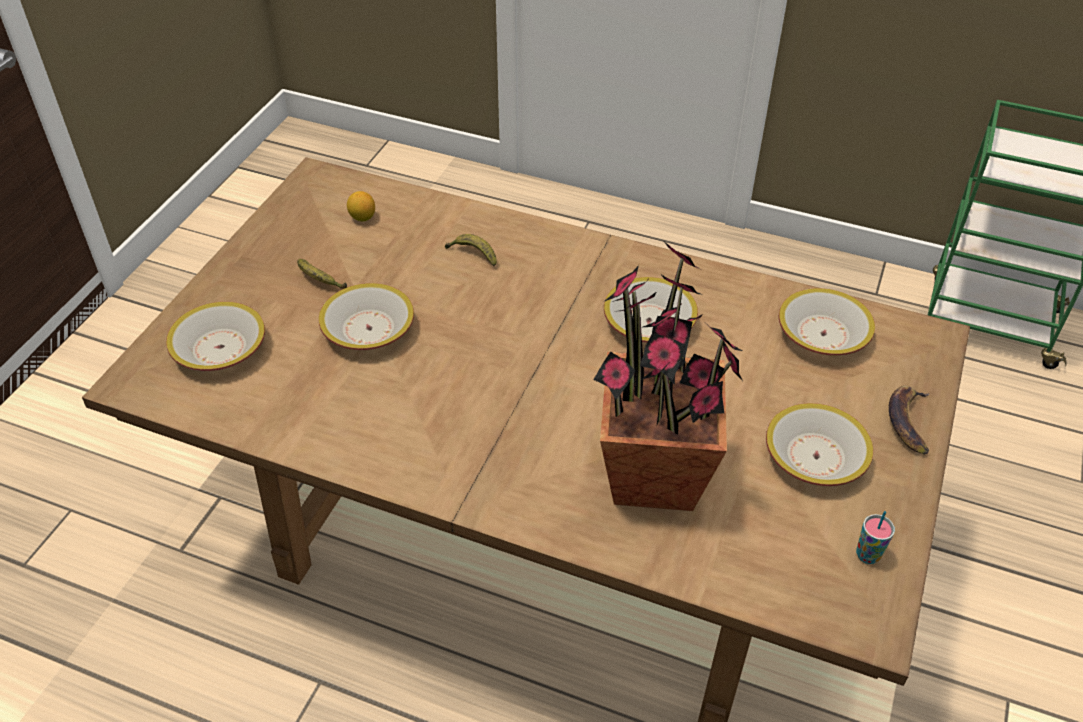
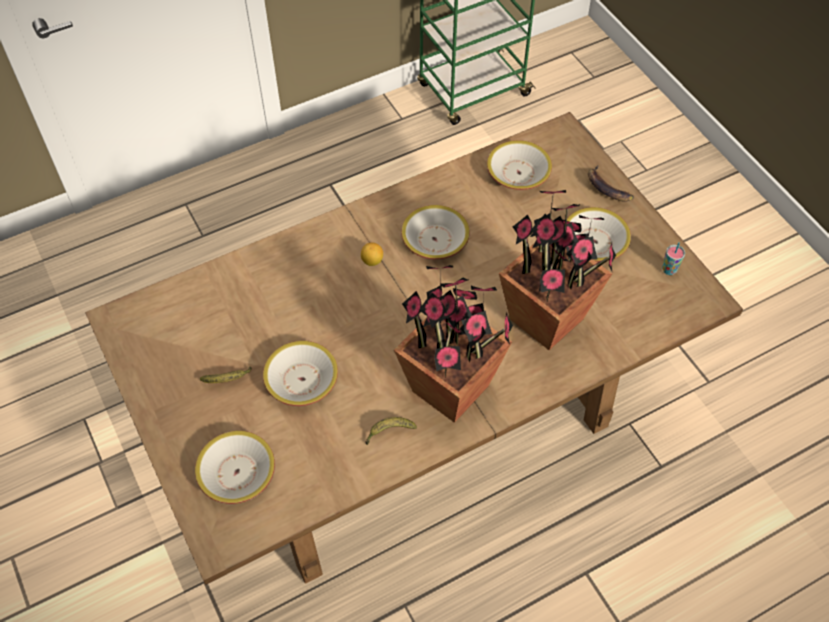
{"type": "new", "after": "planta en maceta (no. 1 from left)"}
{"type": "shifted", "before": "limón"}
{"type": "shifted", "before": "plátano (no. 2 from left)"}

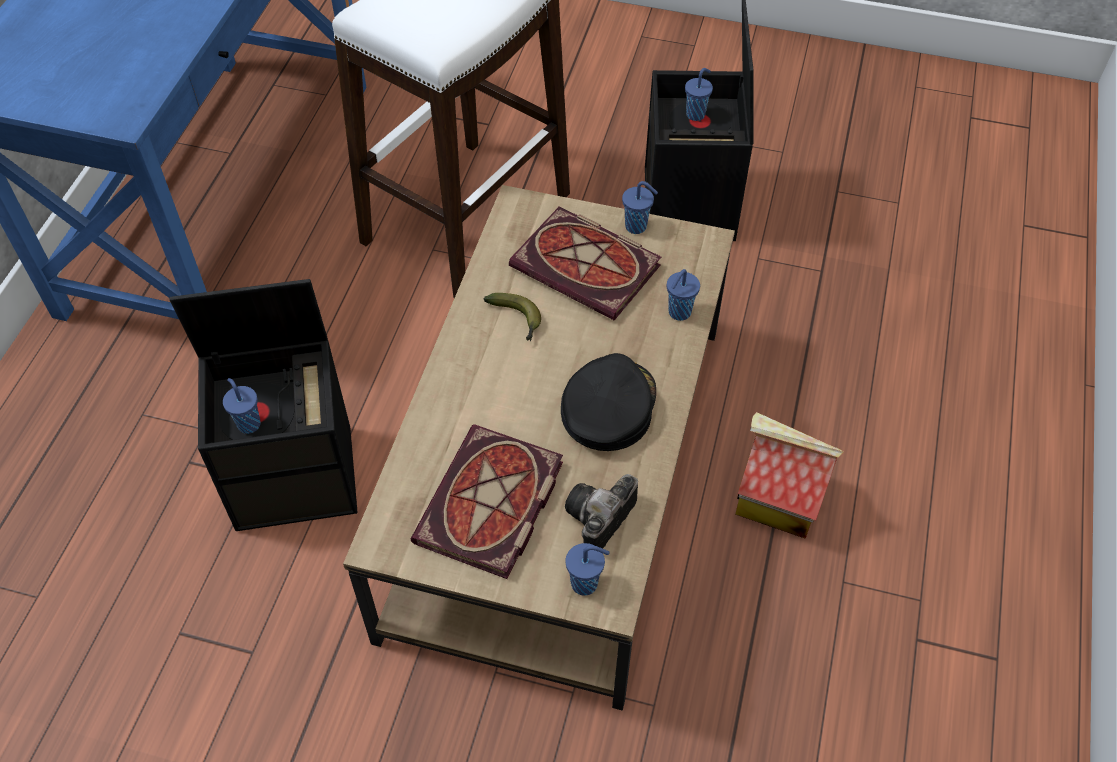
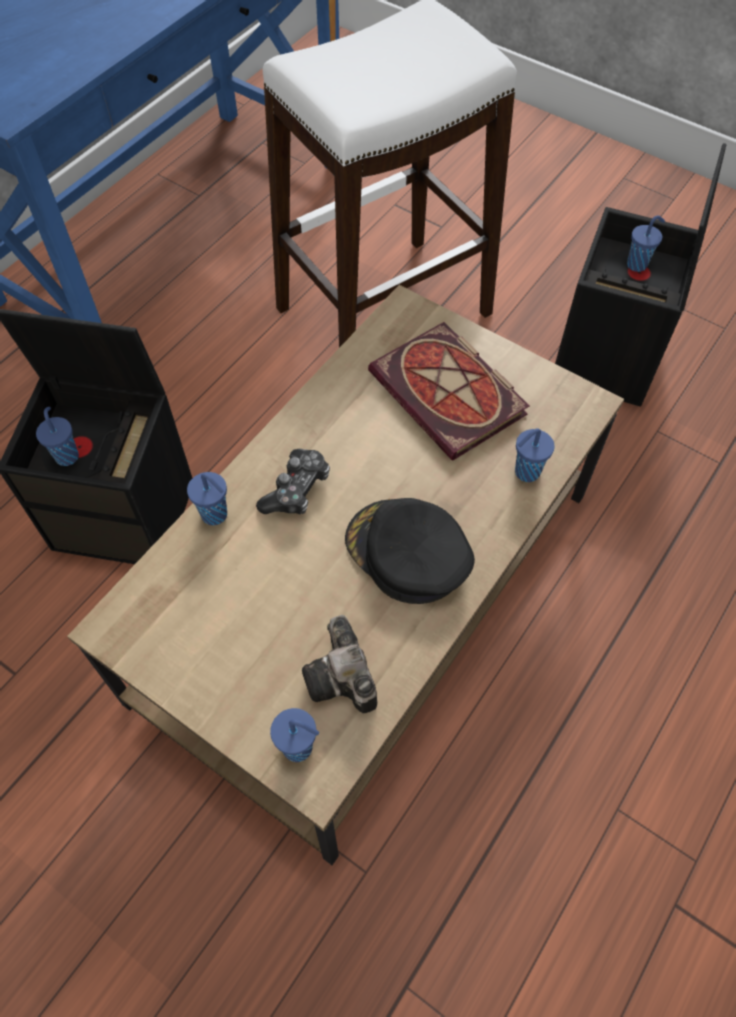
{"type": "gone", "before": "libro (no. 1 from left)"}
{"type": "gone", "before": "plátano"}
{"type": "gone", "before": "casita"}
{"type": "new", "after": "mando de consola"}
{"type": "shifted", "before": "taza [azul] (no. 3 from left in the first image)", "after": "taza [azul] (no. 2 from left)"}
{"type": "rotated", "before": "gorra [negro]", "turn": -90}
{"type": "rotated", "before": "cámara", "turn": -75}

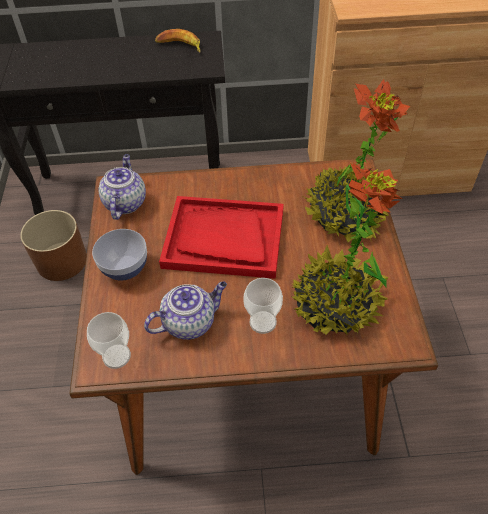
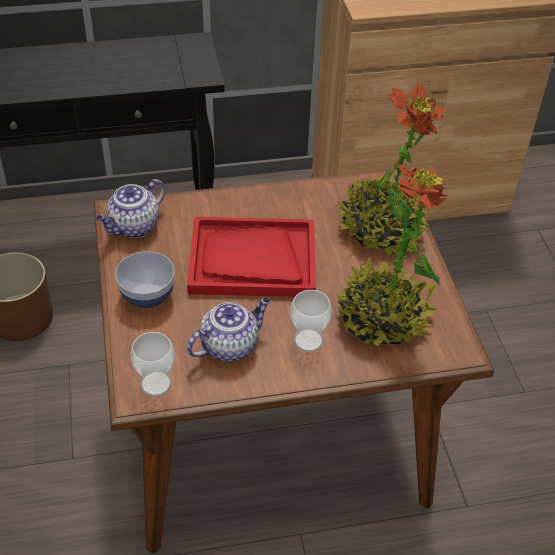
{"type": "gone", "before": "plátano"}
{"type": "rotated", "before": "tetera (no. 1 from left)", "turn": -135}

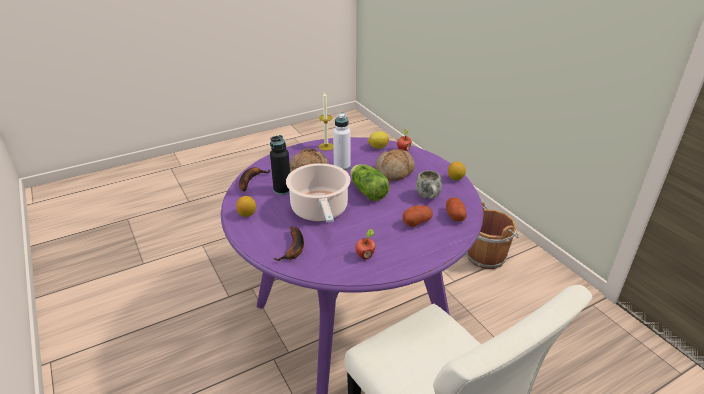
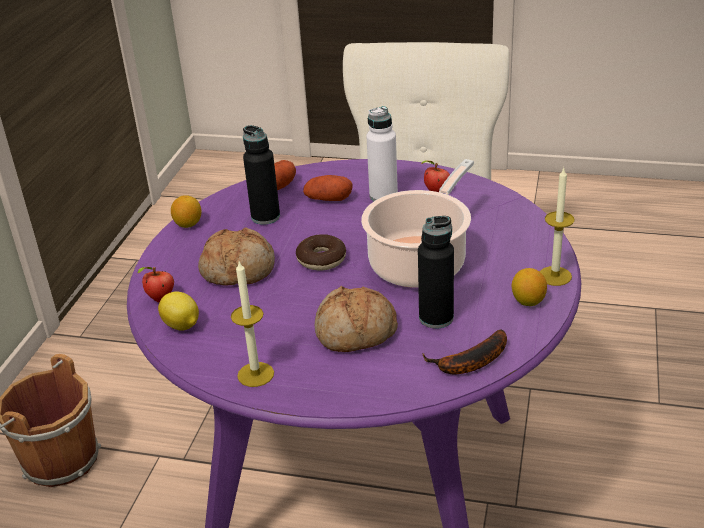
{"type": "gone", "before": "plátano (no. 2 from left)"}
{"type": "new", "after": "vela (no. 2 from left)"}
{"type": "shifted", "before": "botella [blanco]"}
{"type": "swapped", "before": "lechuga", "after": "rosquilla"}
{"type": "swapped", "before": "taza grande [blanco]", "after": "botella [negro] (no. 1 from left)"}

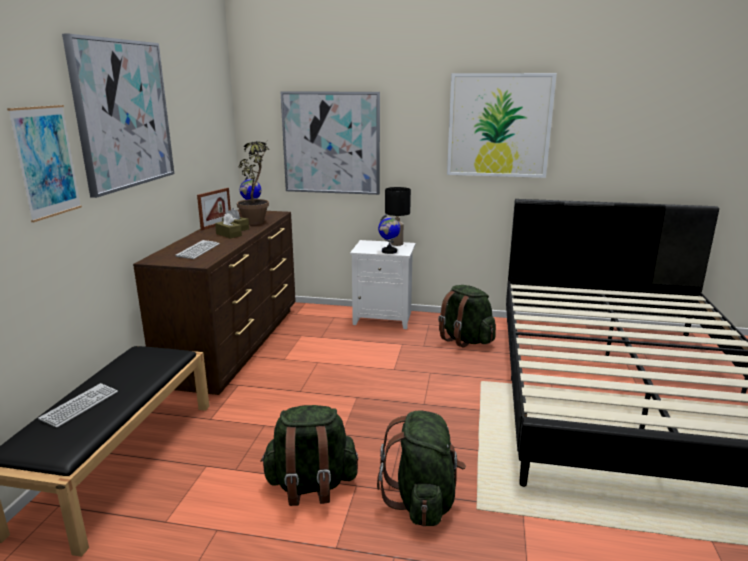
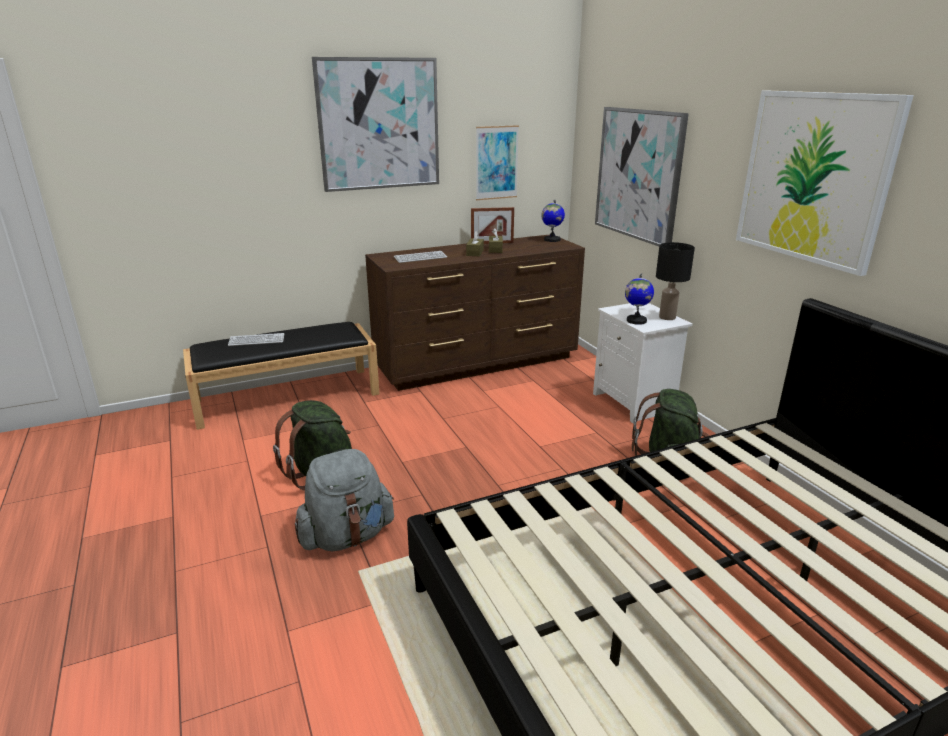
{"type": "gone", "before": "planta en maceta"}
{"type": "shifted", "before": "cuadro (no. 1 from left in the first image)", "after": "cuadro (no. 2 from left)"}
{"type": "repainted", "before": "mochila [verde] (no. 2 from left)", "after": "mochila [gris]"}

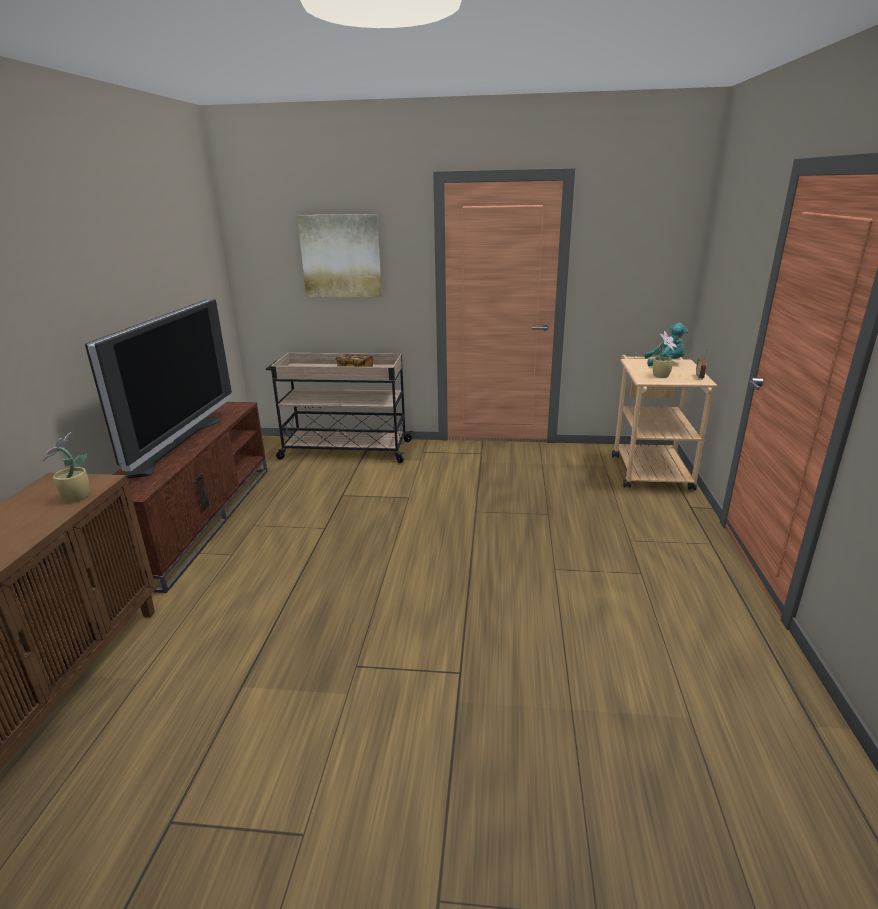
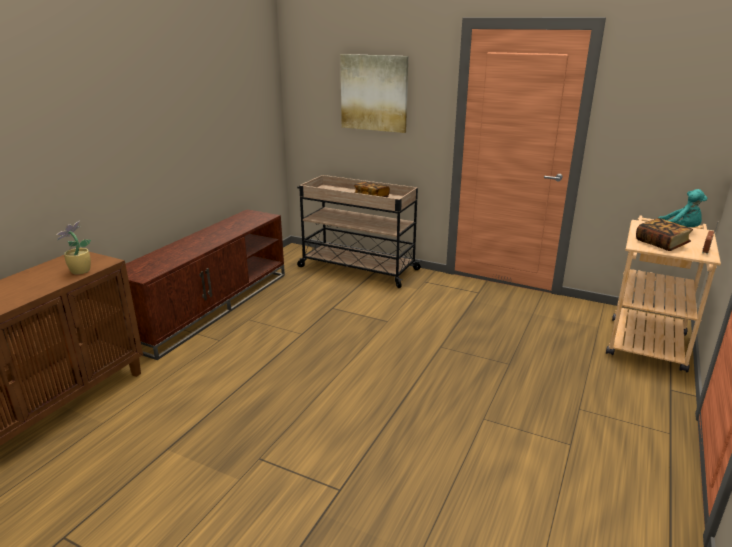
{"type": "gone", "before": "televisor"}
{"type": "swapped", "before": "planta en maceta (no. 2 from left)", "after": "libro (no. 2 from left)"}

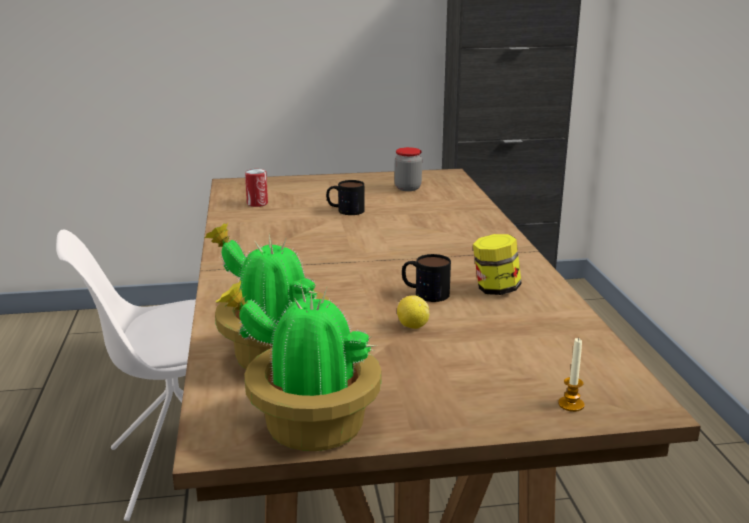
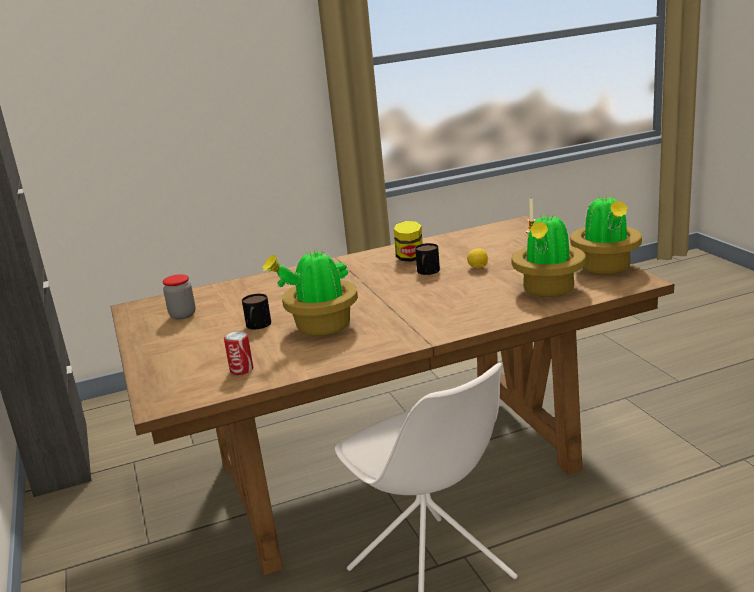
{"type": "new", "after": "planta en maceta (no. 1 from left)"}

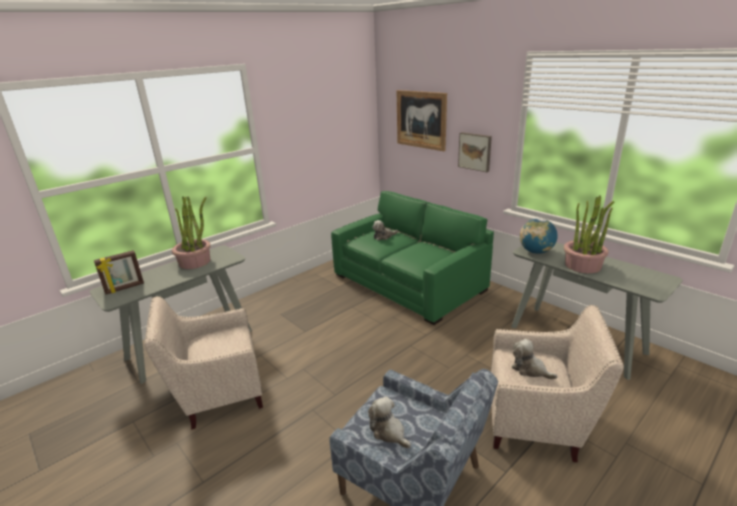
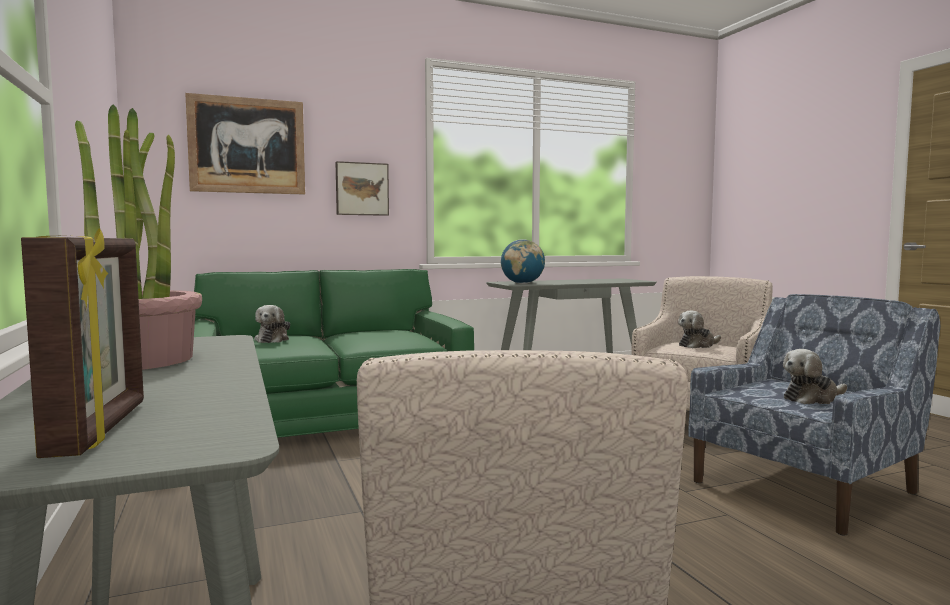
{"type": "gone", "before": "planta en maceta (no. 2 from left)"}

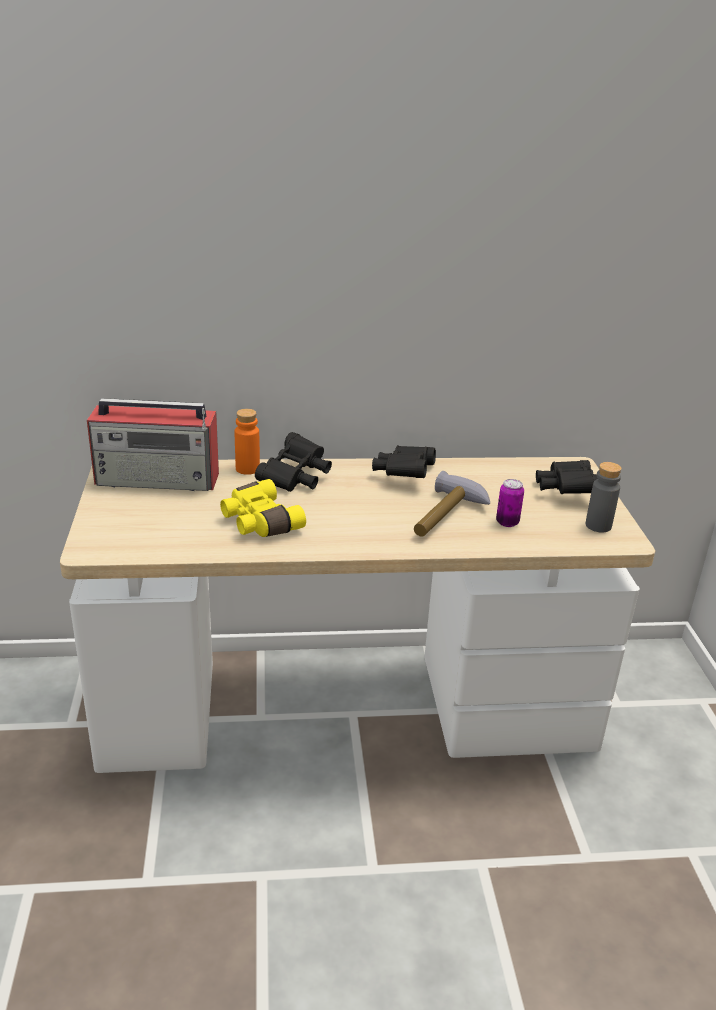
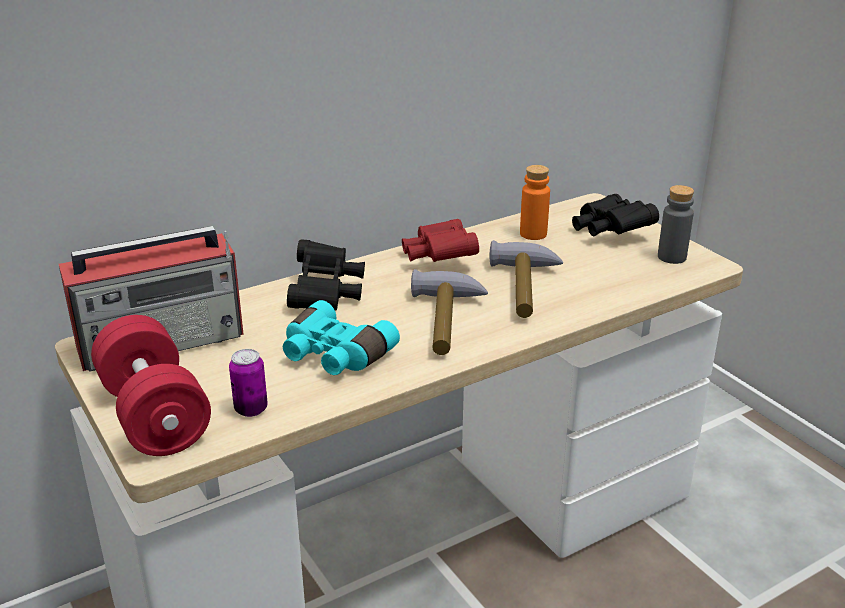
{"type": "new", "after": "mancuerna [rojo]"}
{"type": "new", "after": "martillo (no. 1 from left)"}
{"type": "shifted", "before": "botella [naranja]"}
{"type": "shifted", "before": "lata"}
{"type": "repainted", "before": "prismáticos [amarillo]", "after": "prismáticos [turquesa]"}
{"type": "repainted", "before": "prismáticos [negro] (no. 2 from left)", "after": "prismáticos [rojo]"}

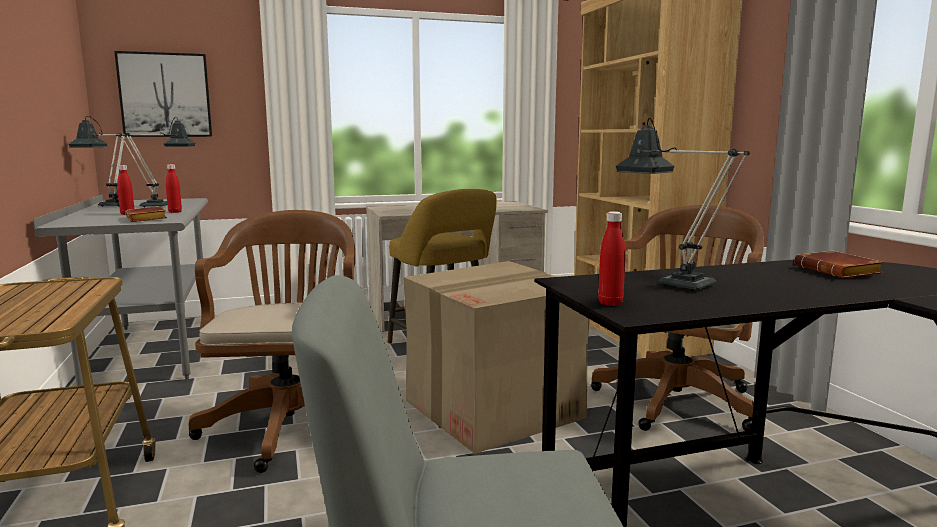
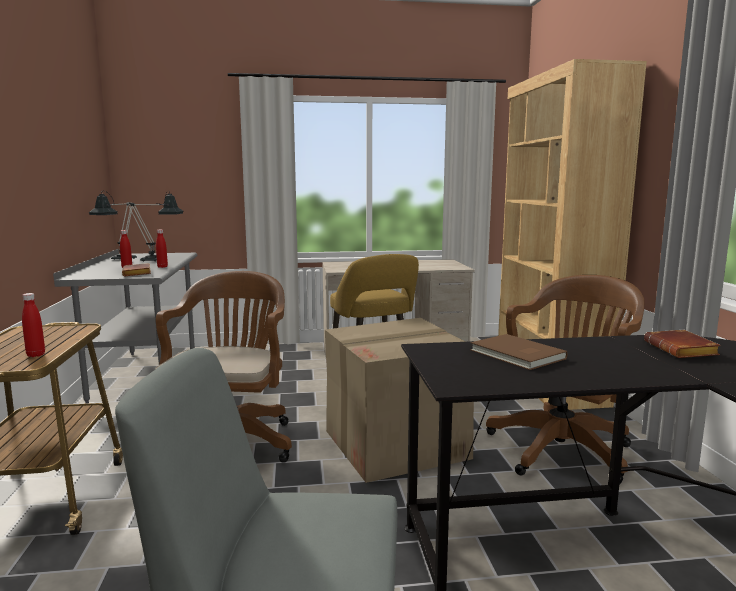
{"type": "gone", "before": "cuadro"}
{"type": "shifted", "before": "botella [rojo] (no. 3 from left in the first image)", "after": "botella [rojo] (no. 1 from left)"}
{"type": "swapped", "before": "lámpara de mesa (no. 3 from left)", "after": "libro [marrón] (no. 2 from left)"}

